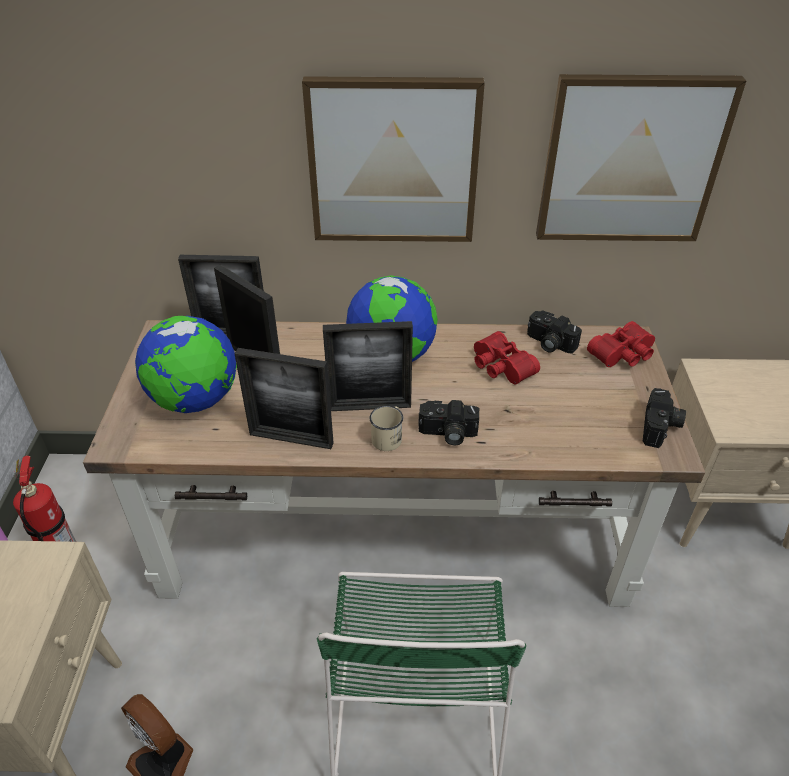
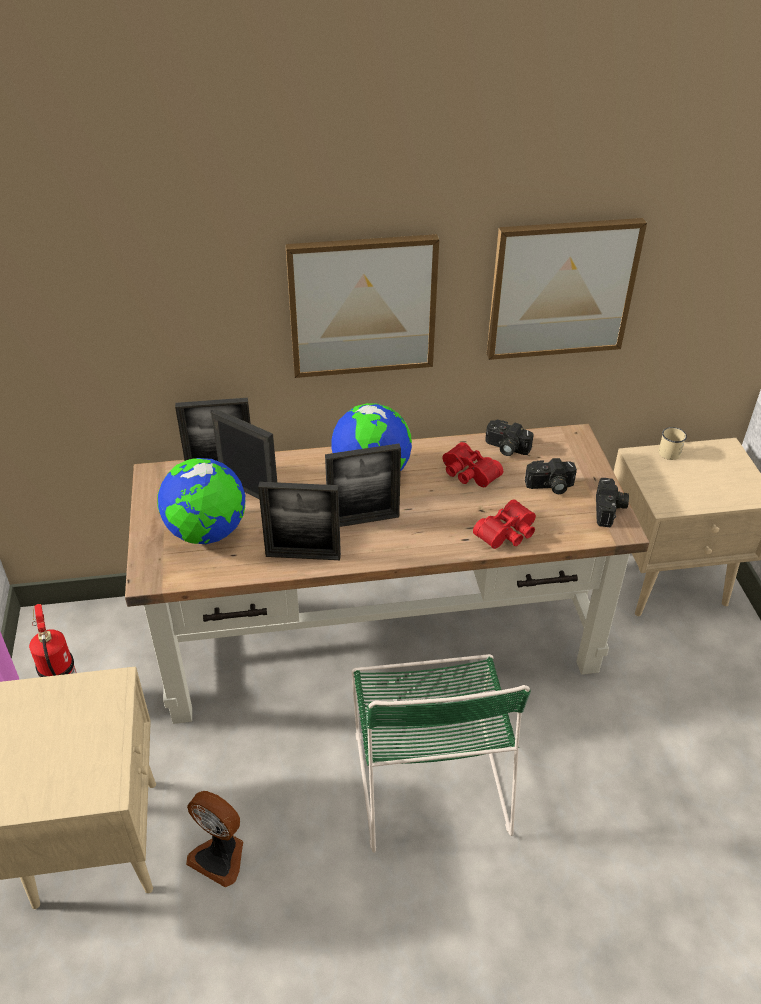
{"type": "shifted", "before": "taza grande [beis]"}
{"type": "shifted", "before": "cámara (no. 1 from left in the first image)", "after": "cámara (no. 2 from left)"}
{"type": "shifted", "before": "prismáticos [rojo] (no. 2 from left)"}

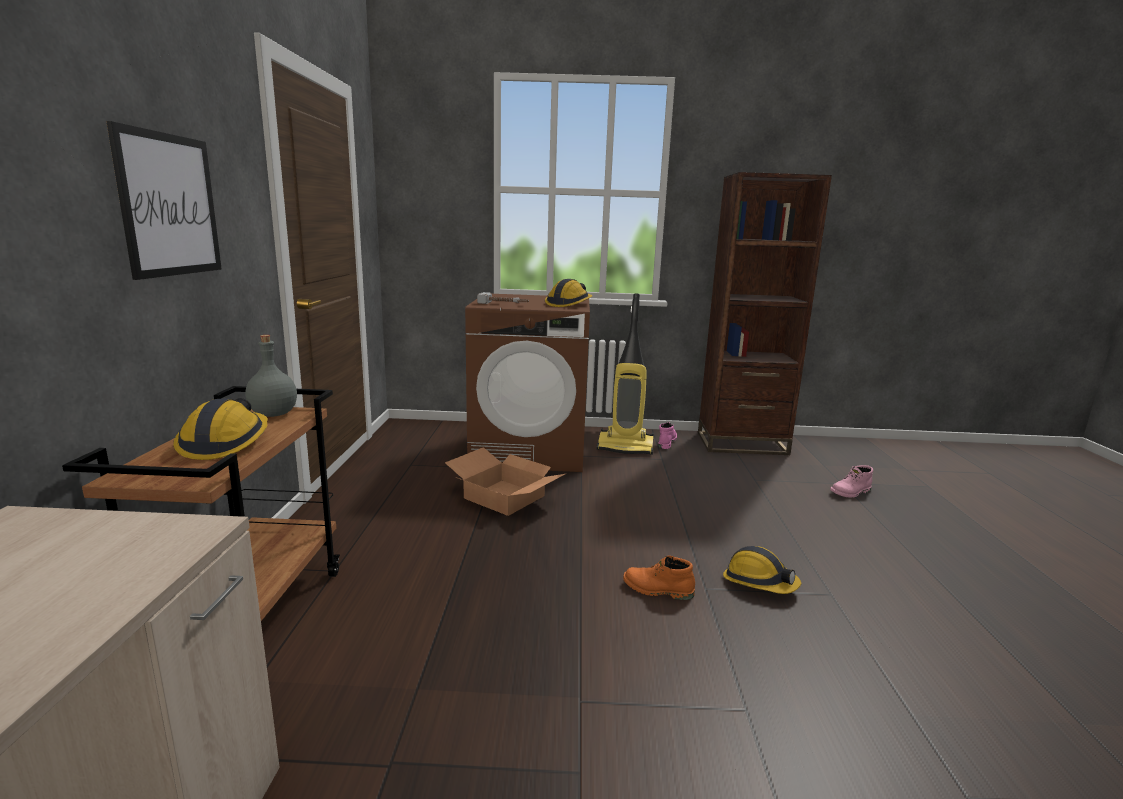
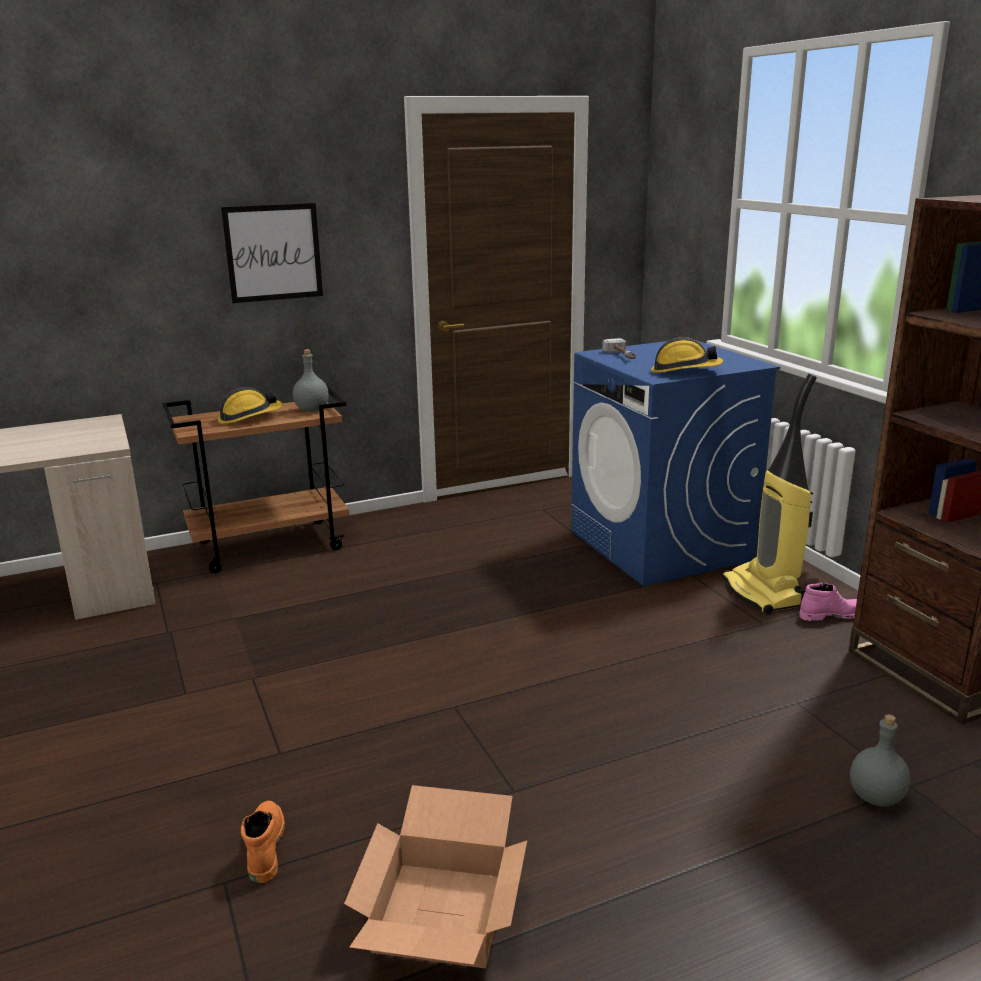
{"type": "gone", "before": "casco (no. 3 from left)"}
{"type": "shifted", "before": "caja de cartón"}
{"type": "shifted", "before": "bota [naranja]"}
{"type": "swapped", "before": "bota [rosa] (no. 2 from left)", "after": "botella [gris] (no. 2 from left)"}
{"type": "repainted", "before": "lavadora [marrón]", "after": "lavadora [azul]"}

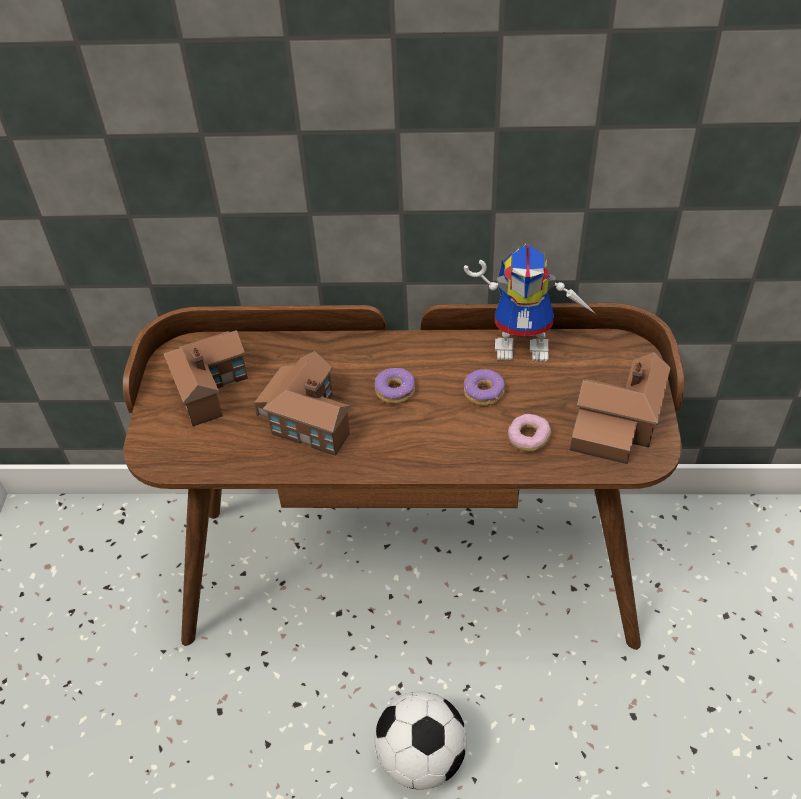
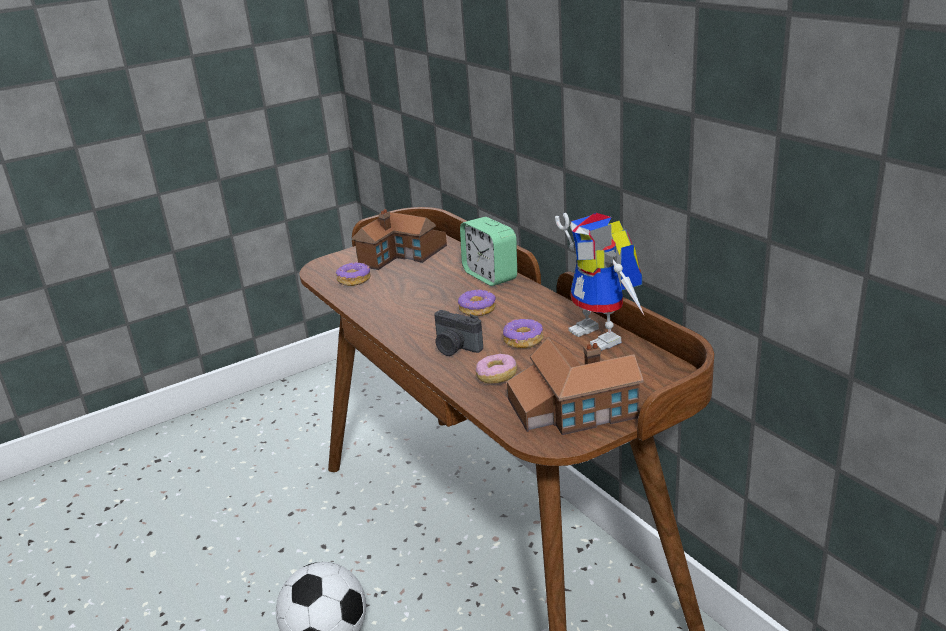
{"type": "gone", "before": "casita (no. 2 from left)"}
{"type": "new", "after": "rosquilla (no. 1 from left)"}
{"type": "new", "after": "cámara"}
{"type": "new", "after": "despertador"}

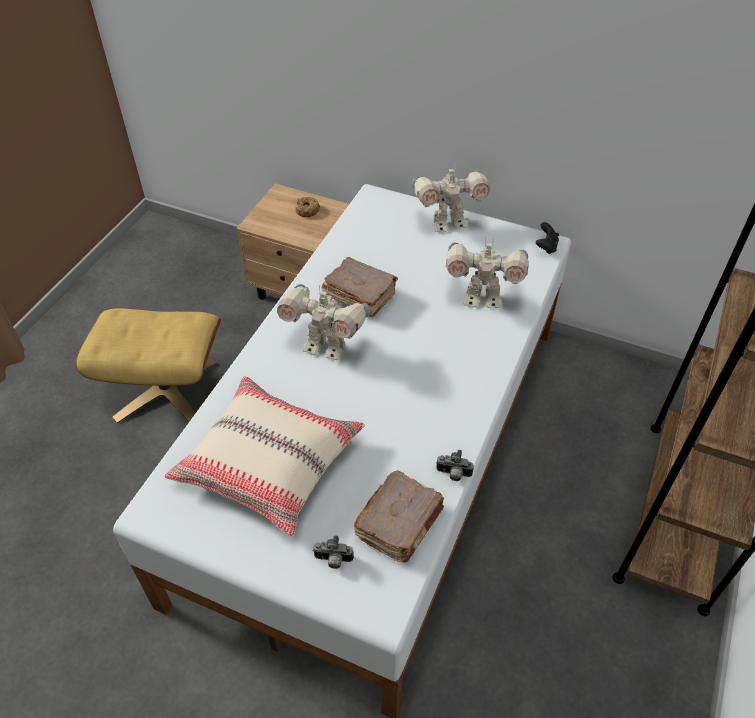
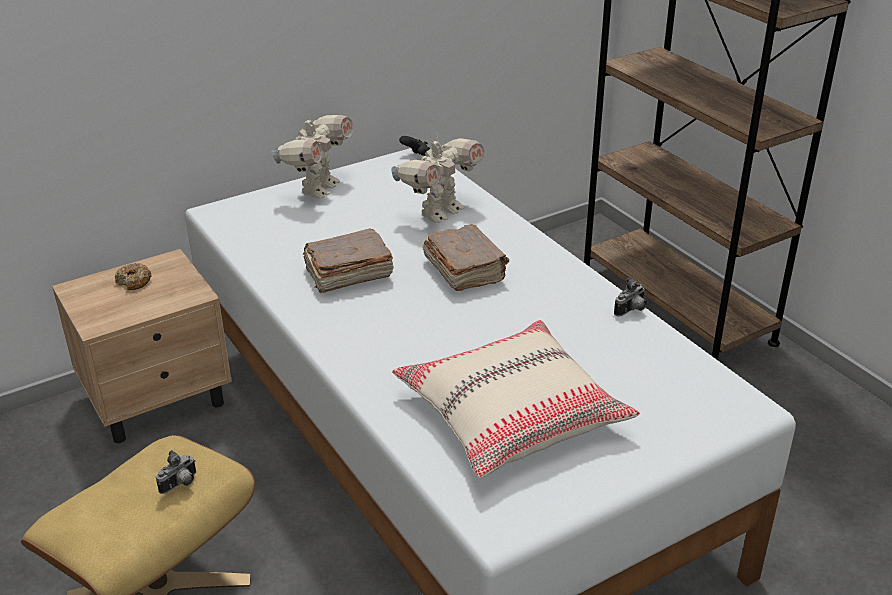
{"type": "gone", "before": "robot de juguete (no. 1 from left)"}
{"type": "shifted", "before": "cámara (no. 1 from left)"}
{"type": "shifted", "before": "libro [marrón] (no. 2 from left)"}

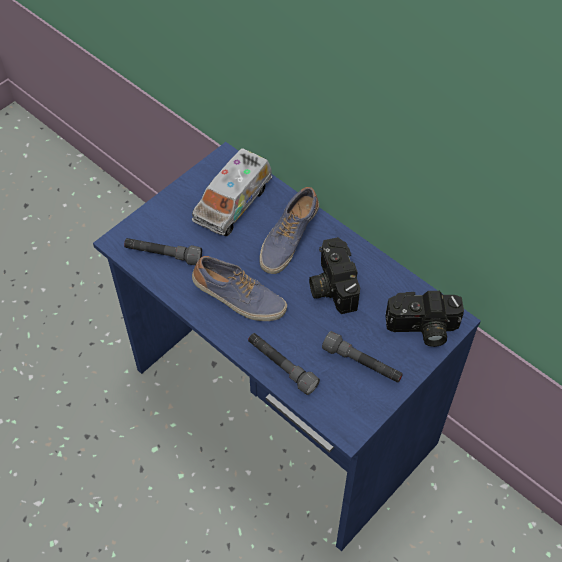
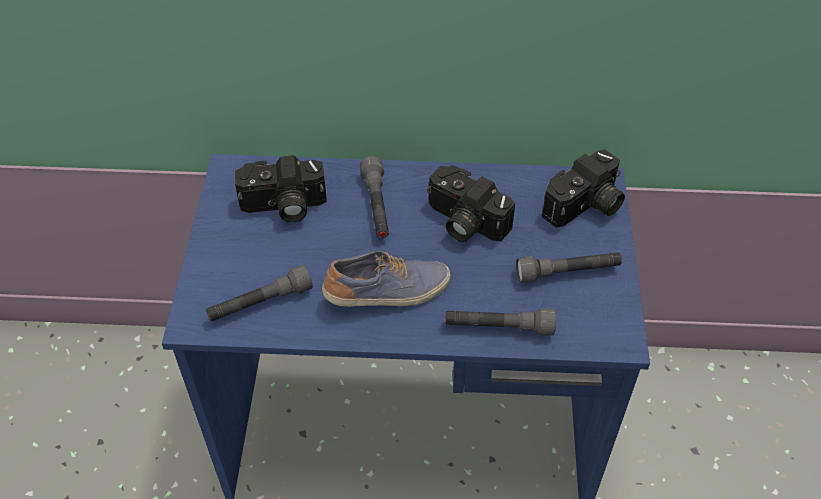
{"type": "swapped", "before": "camión de juguete", "after": "cámara (no. 1 from left)"}
{"type": "swapped", "before": "zapato (no. 2 from left)", "after": "linterna [gris] (no. 2 from left)"}

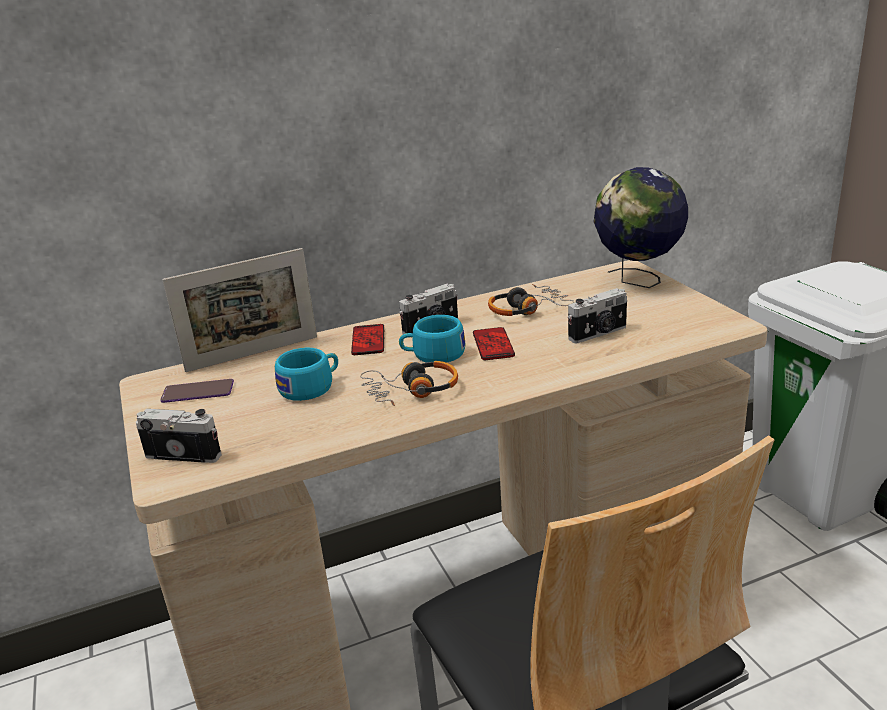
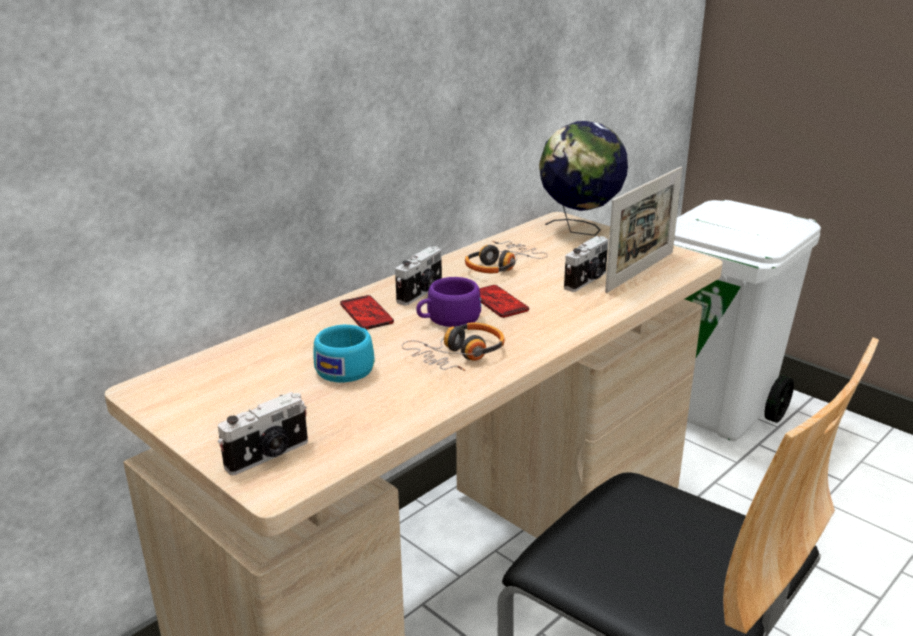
{"type": "gone", "before": "móvil (no. 1 from left)"}
{"type": "shifted", "before": "portarretratos"}
{"type": "repainted", "before": "taza [turquesa] (no. 2 from left)", "after": "taza [morado]"}
{"type": "rotated", "before": "cámara (no. 1 from left)", "turn": 150}

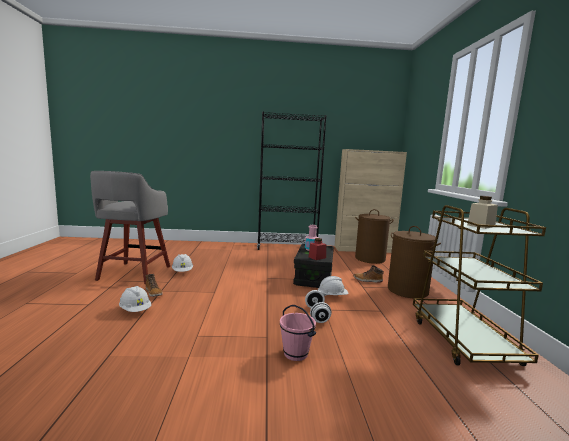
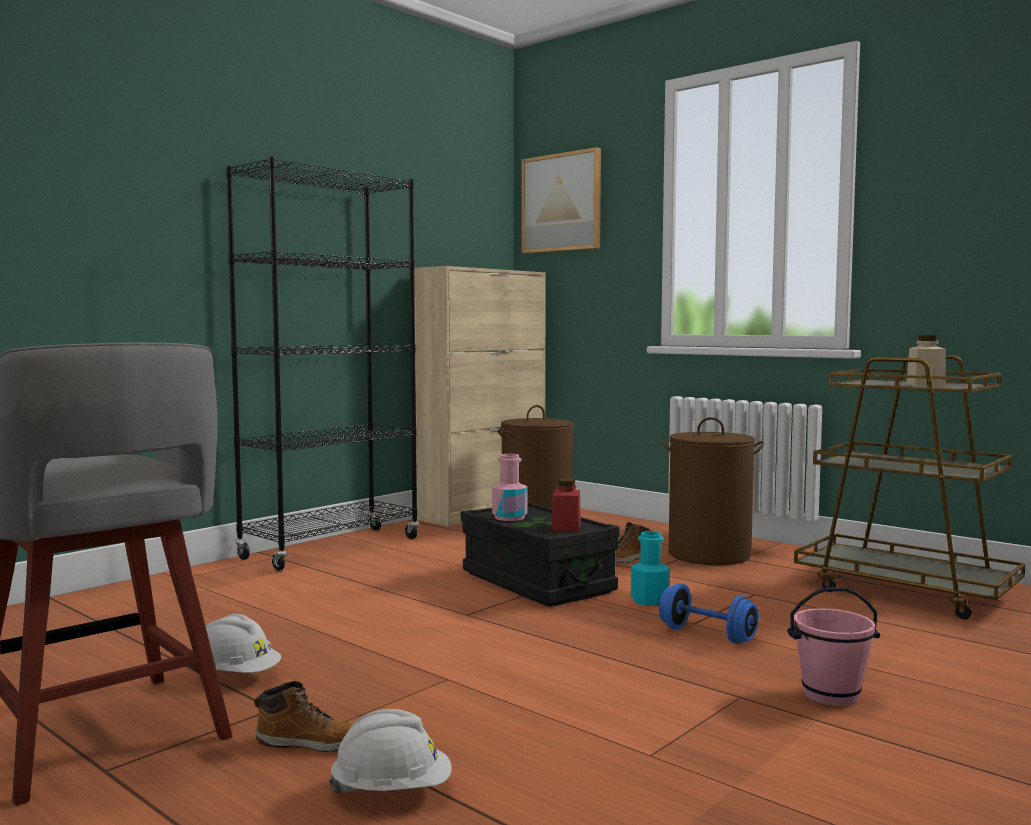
{"type": "new", "after": "cuadro"}
{"type": "swapped", "before": "casco [blanco] (no. 3 from left)", "after": "botella [turquesa]"}
{"type": "repainted", "before": "mancuerna [blanco]", "after": "mancuerna [azul]"}

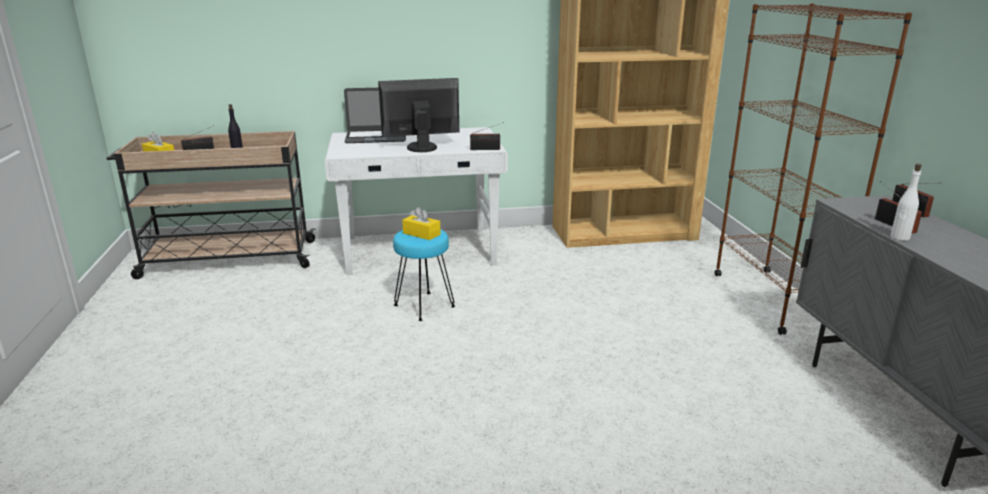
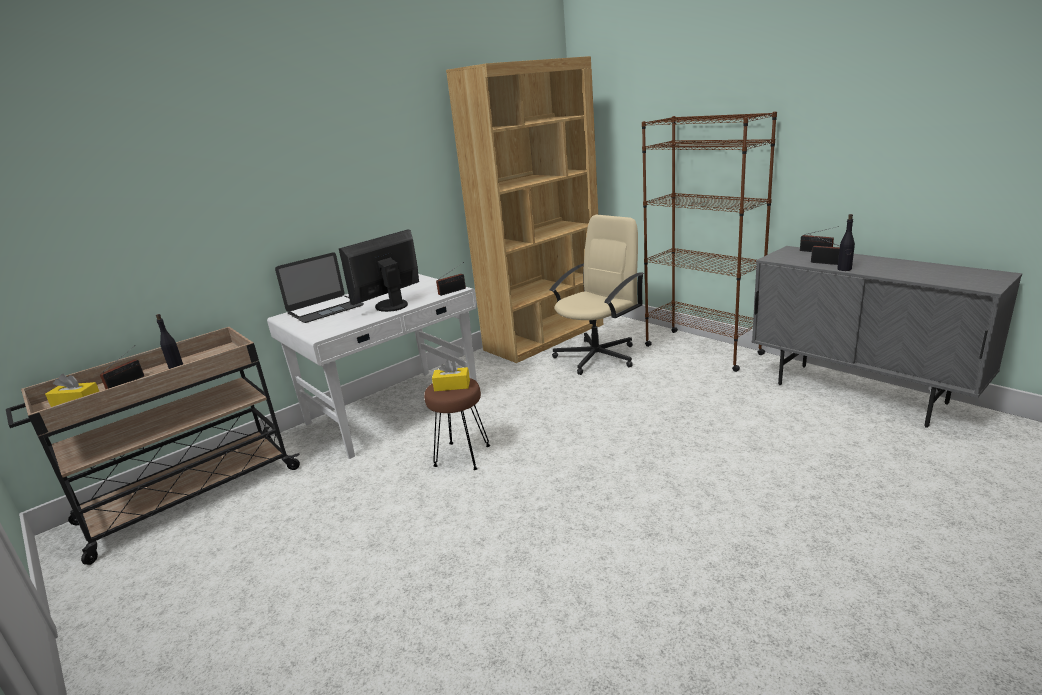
{"type": "new", "after": "silla de oficina [beis]"}
{"type": "repainted", "before": "taburete [turquesa]", "after": "taburete [marrón]"}
{"type": "repainted", "before": "botella [blanco]", "after": "botella [negro] (no. 2 from left)"}

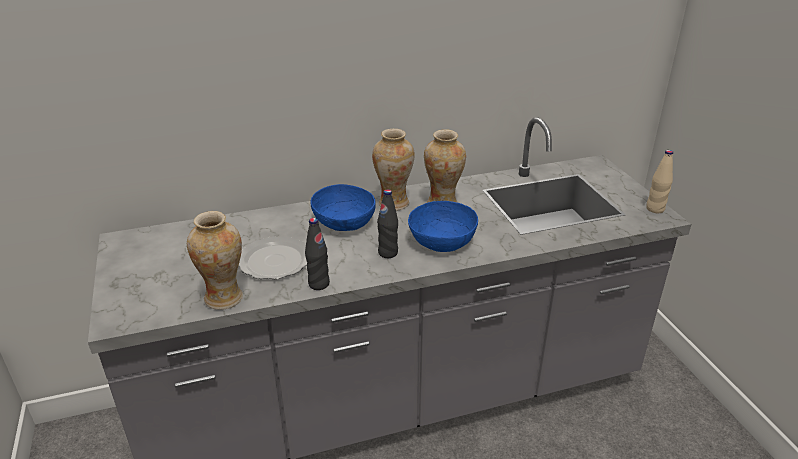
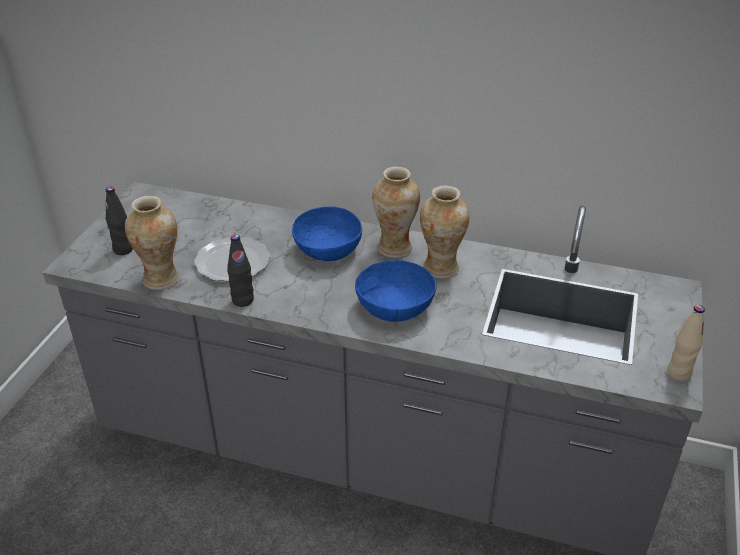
{"type": "shifted", "before": "botella [negro] (no. 2 from left in the first image)", "after": "botella [negro] (no. 1 from left)"}

